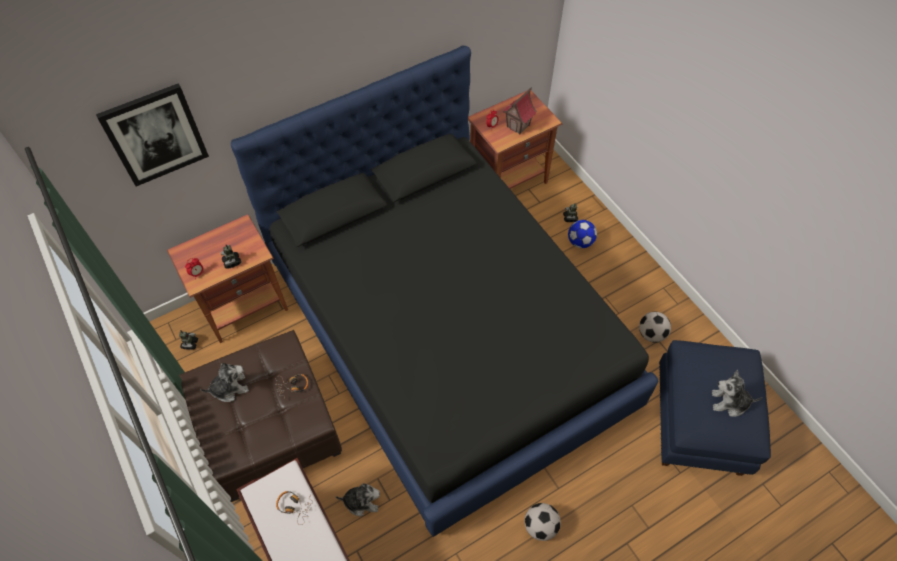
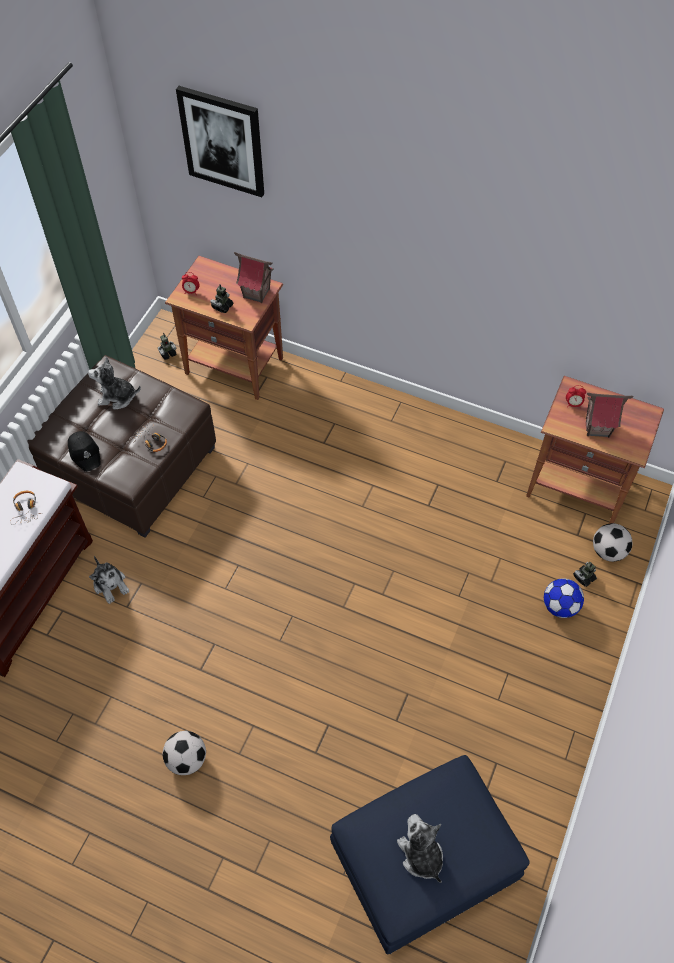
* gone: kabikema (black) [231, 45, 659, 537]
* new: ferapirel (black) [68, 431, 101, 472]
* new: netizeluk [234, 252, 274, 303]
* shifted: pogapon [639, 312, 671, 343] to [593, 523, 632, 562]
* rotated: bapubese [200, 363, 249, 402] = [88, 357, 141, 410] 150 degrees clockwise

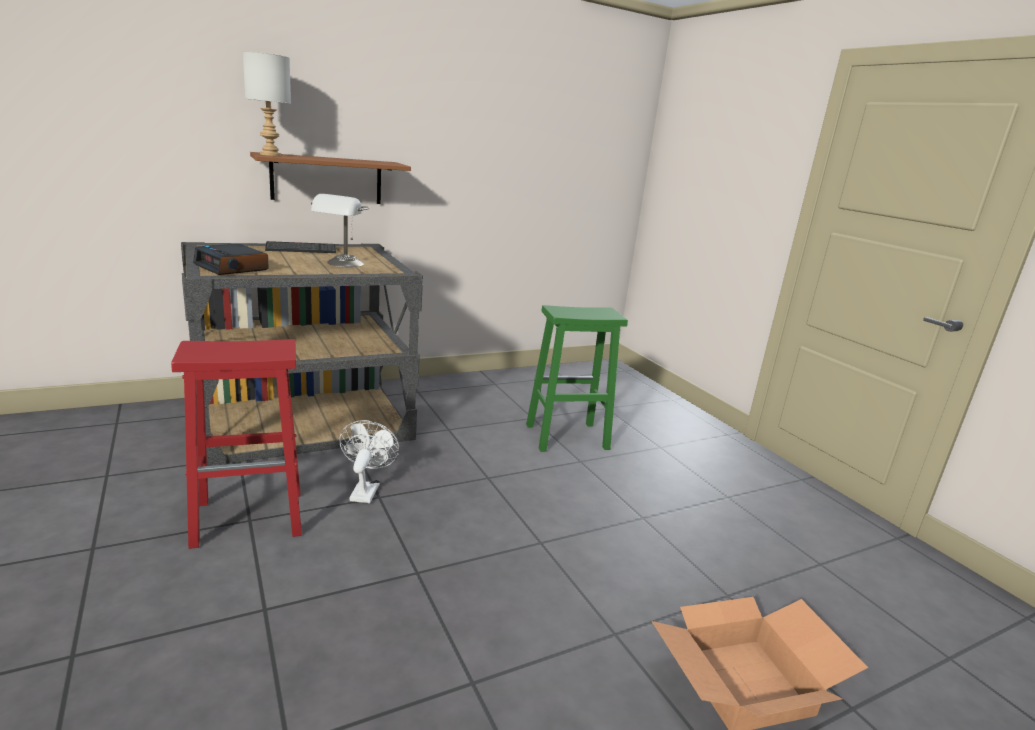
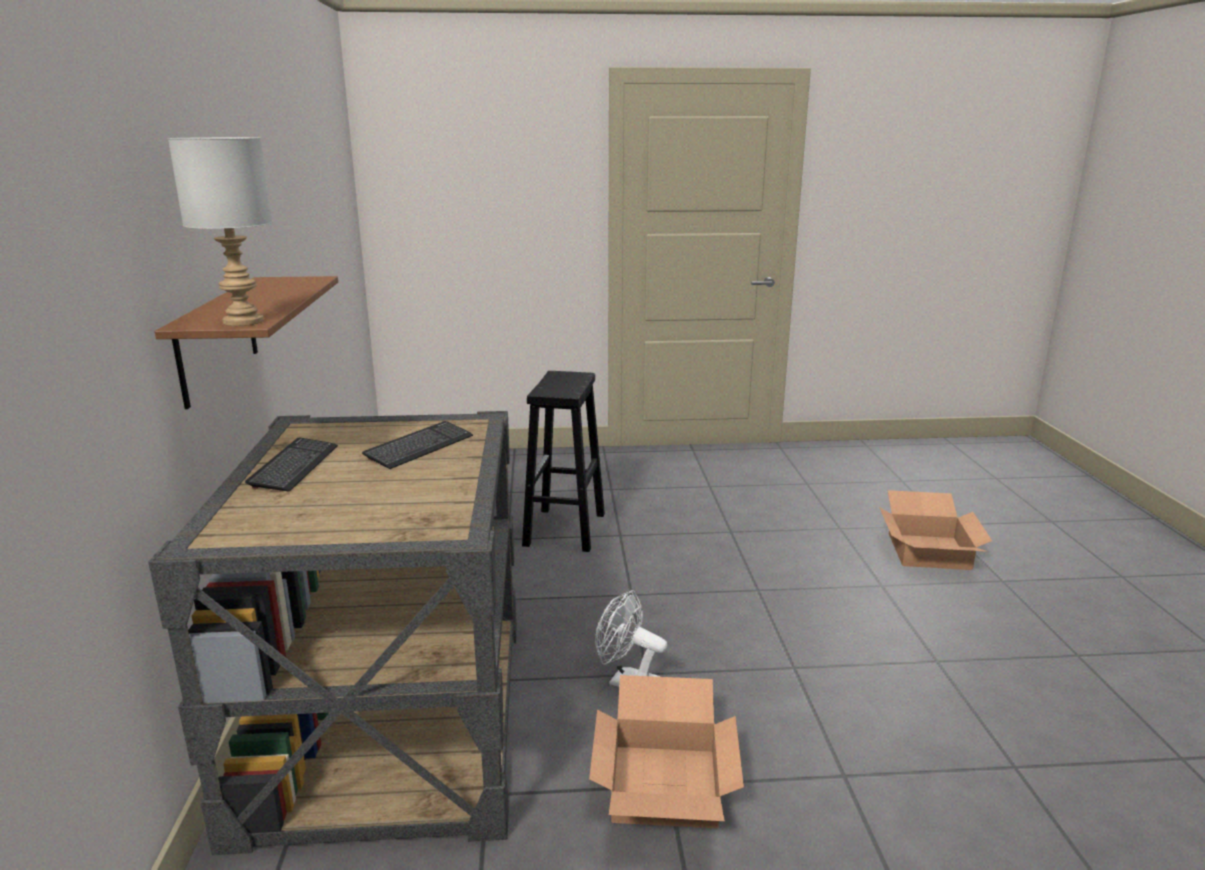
* gone: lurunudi [193, 244, 269, 275]
* swapped: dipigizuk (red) [171, 339, 302, 549] to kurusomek [589, 675, 744, 828]
* swapped: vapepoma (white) [311, 194, 370, 267] to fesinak [362, 421, 473, 469]
* repainted: dipigizuk (green) [526, 305, 628, 452] to dipigizuk (black) [522, 371, 605, 552]

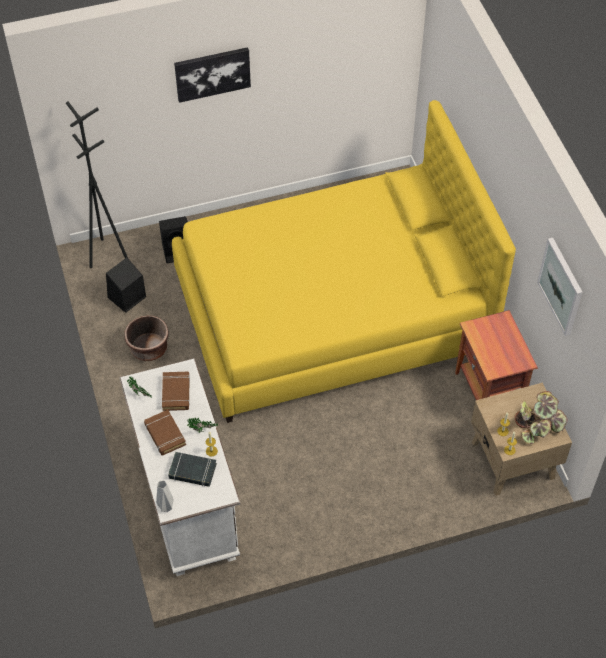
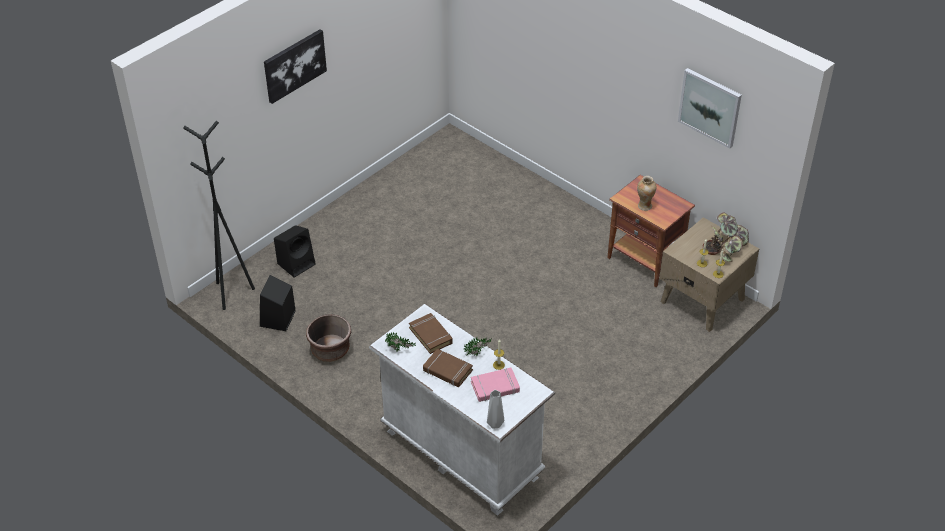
* gone: kabikema (yellow) [172, 100, 516, 423]
* new: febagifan [637, 176, 656, 211]
* repainted: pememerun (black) [168, 452, 217, 487] to pememerun (pink) [471, 367, 520, 402]

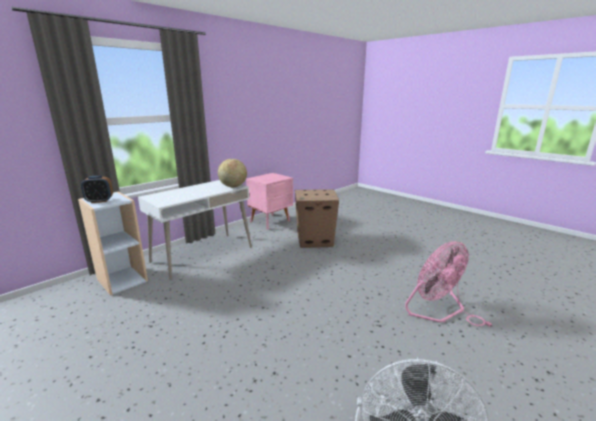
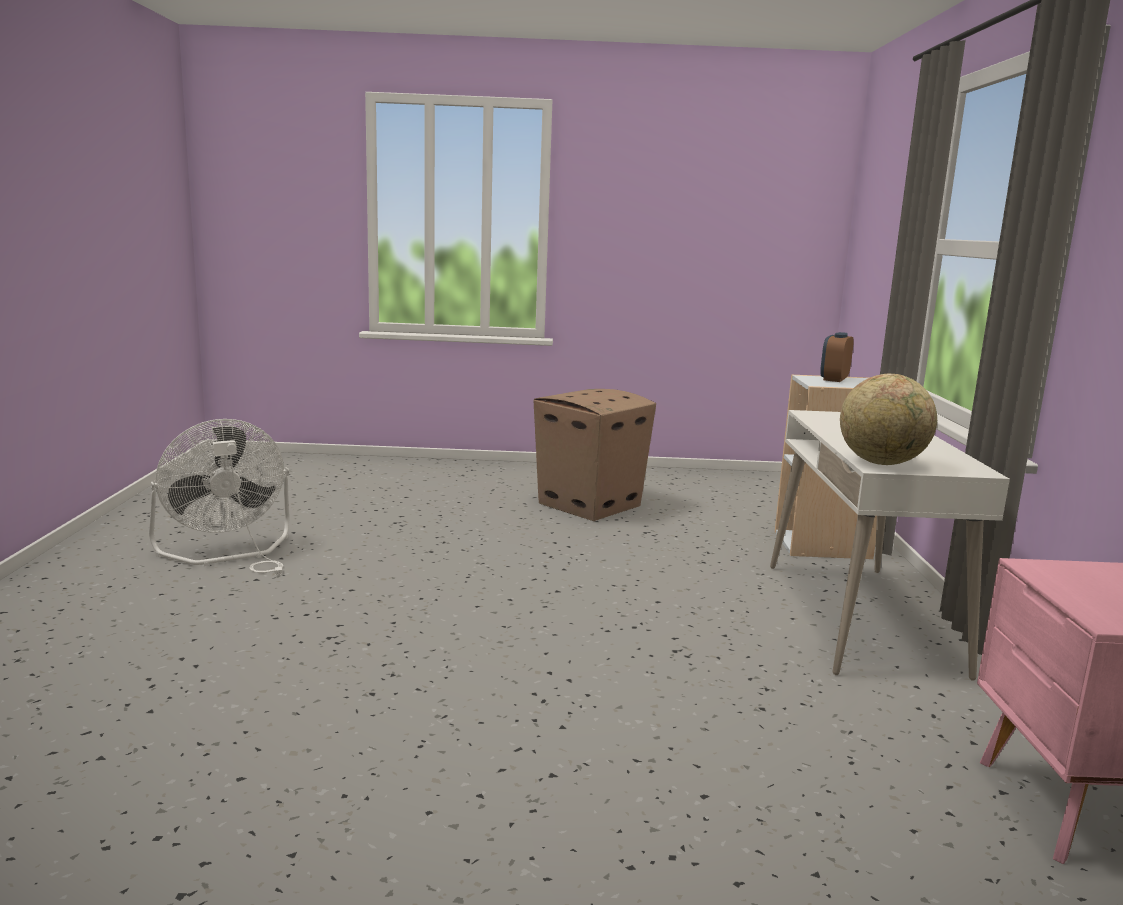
* gone: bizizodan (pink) [405, 242, 492, 327]
* shifted: kurusomek [295, 189, 339, 248] to [533, 389, 656, 521]

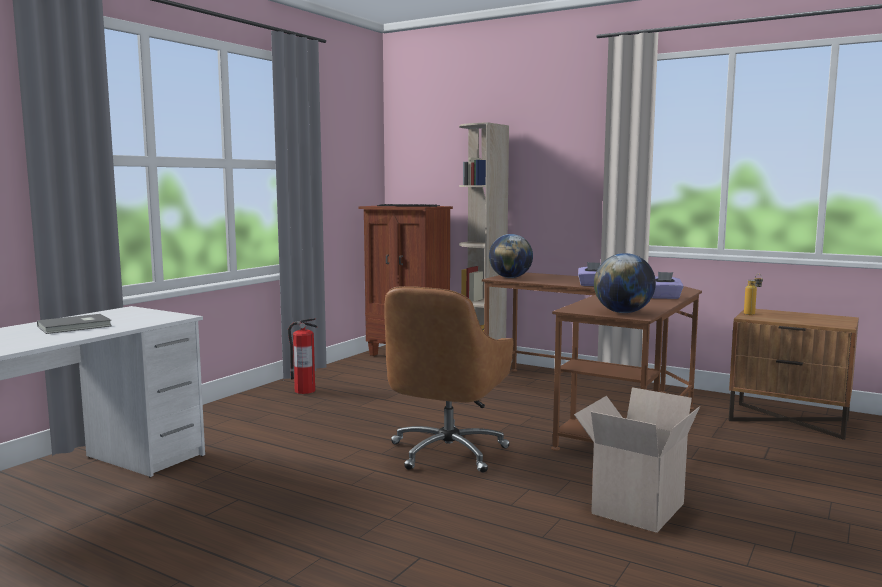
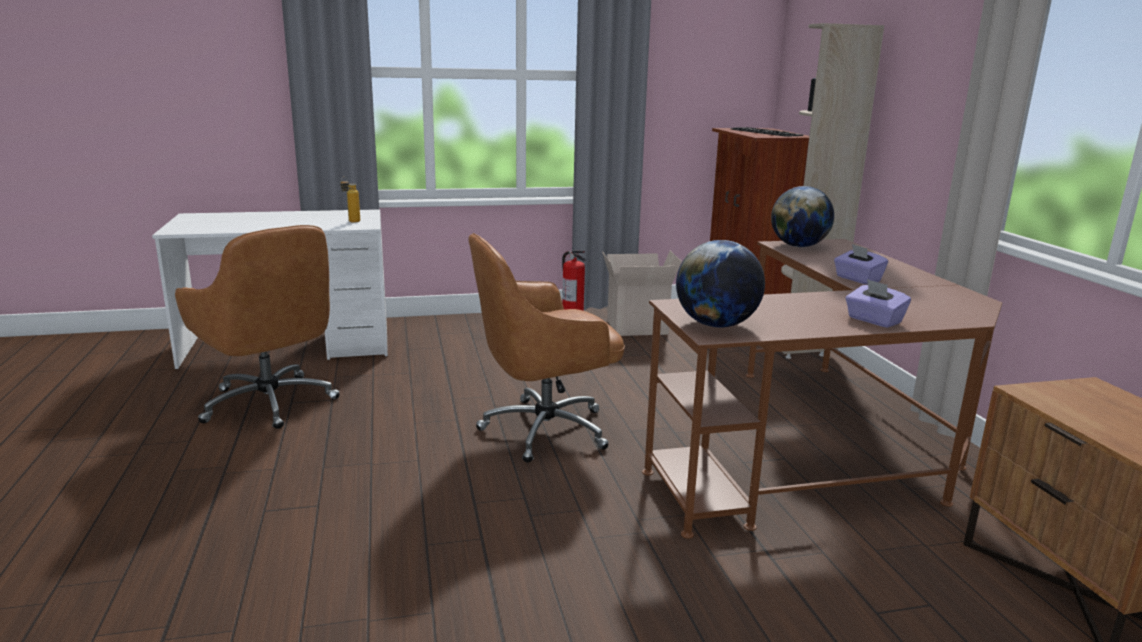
* gone: pememerun (grey) [37, 314, 112, 334]
* new: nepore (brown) [175, 225, 339, 429]
* shifted: kurusomek [574, 387, 700, 533] to [602, 251, 682, 336]
* shifted: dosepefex [744, 274, 763, 315] to [340, 177, 360, 223]

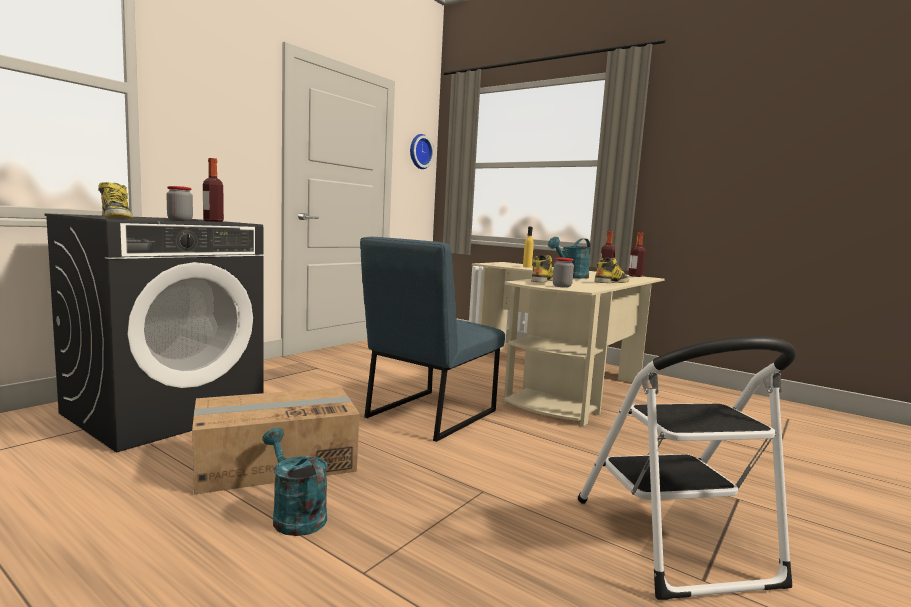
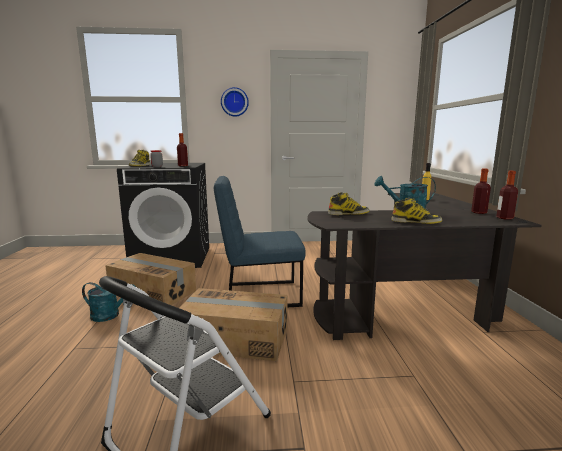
* gone: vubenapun [553, 258, 574, 288]
* new: kurusomek [180, 288, 288, 361]
* shifted: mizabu [410, 134, 434, 169] to [221, 87, 249, 117]
* repainted: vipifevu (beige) [472, 262, 664, 427] to vipifevu (black) [307, 193, 542, 340]
* rotated: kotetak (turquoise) [262, 428, 328, 536] = [82, 282, 136, 322] 90 degrees clockwise

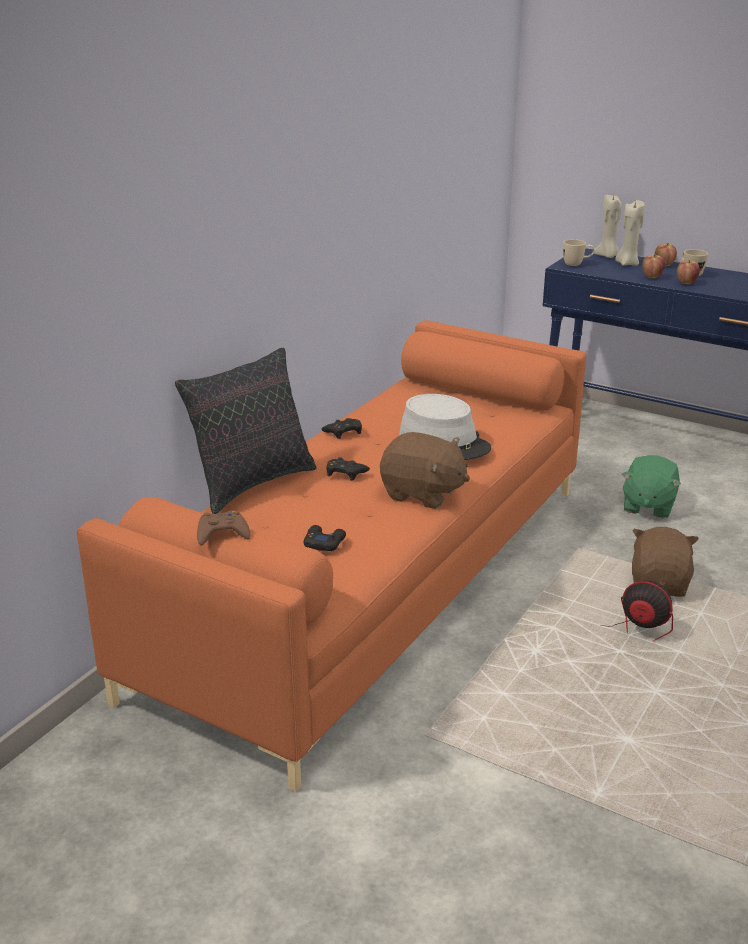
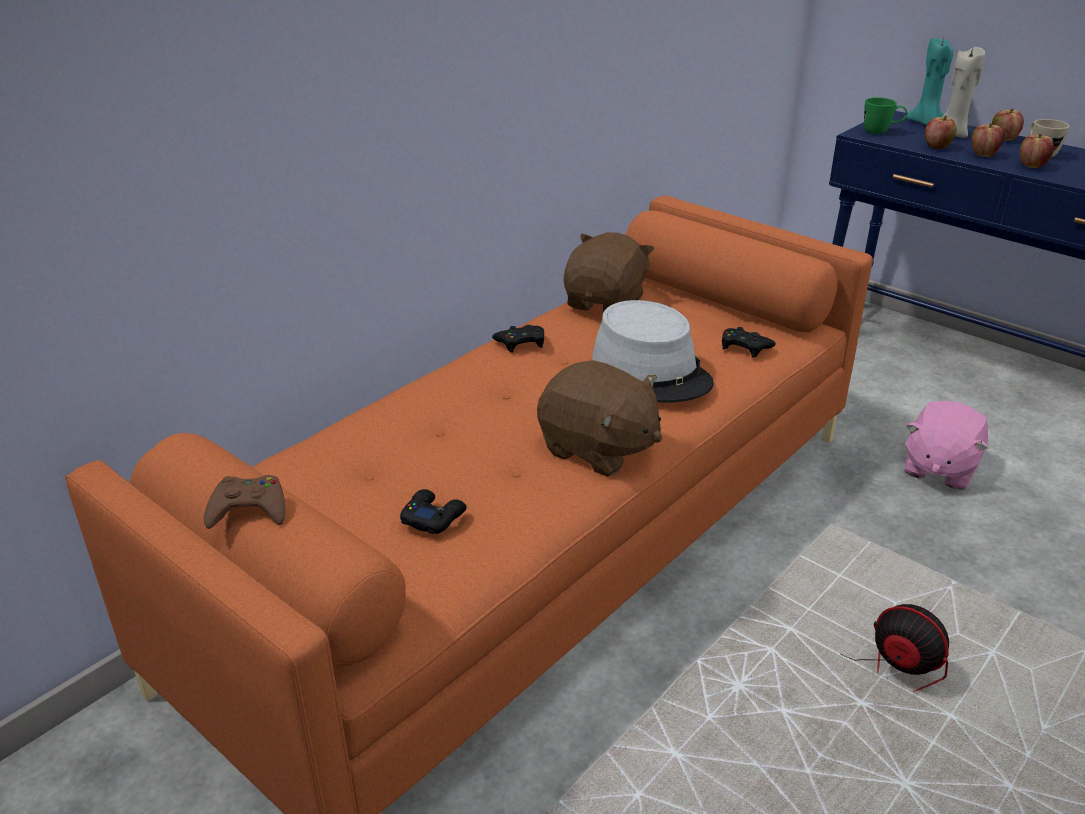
* gone: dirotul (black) [175, 348, 317, 514]
* new: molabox [925, 116, 957, 149]
* shifted: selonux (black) [326, 457, 370, 481] to [722, 327, 776, 358]
* shifted: bapubese (brown) [632, 527, 699, 597] to [563, 232, 654, 312]
* repainted: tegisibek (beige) [563, 239, 595, 266] to tegisibek (green) [864, 97, 908, 134]
* repainted: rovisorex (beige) [594, 195, 622, 258] to rovisorex (turquoise) [906, 38, 953, 125]
* repainted: bapubese (green) [621, 455, 681, 518] to bapubese (pink) [904, 401, 989, 490]

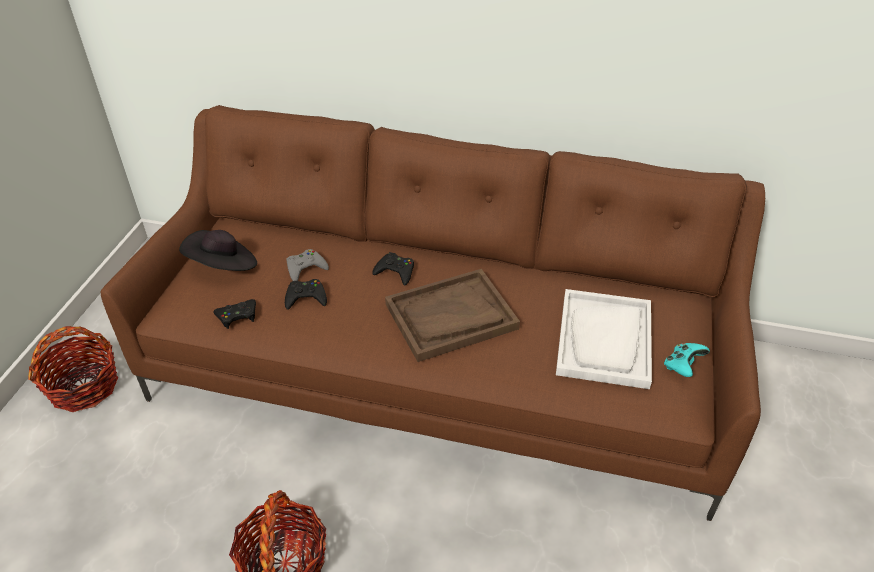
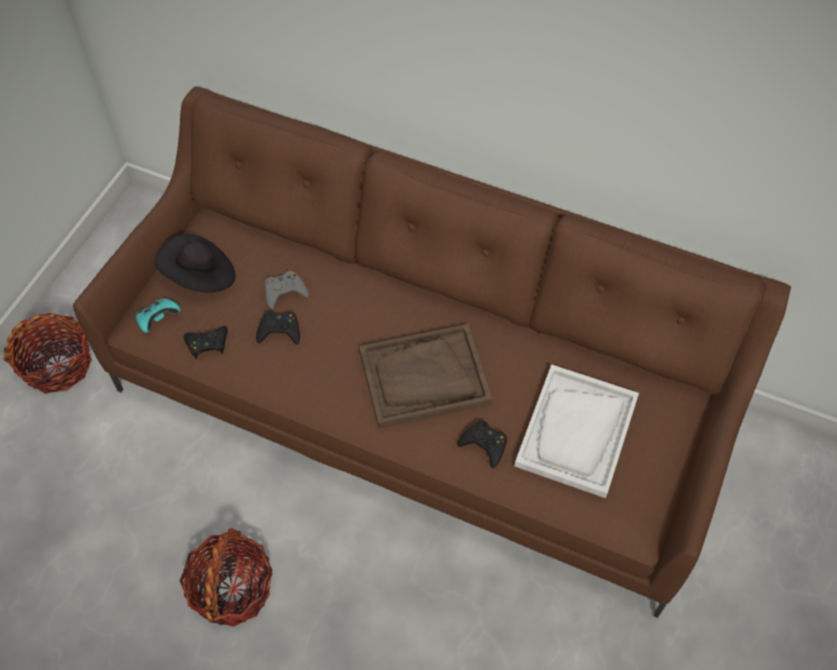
* shifted: selonux (black) [372, 252, 414, 286] to [457, 420, 507, 469]
* shifted: selonux (turquoise) [664, 343, 710, 377] to [136, 298, 181, 333]

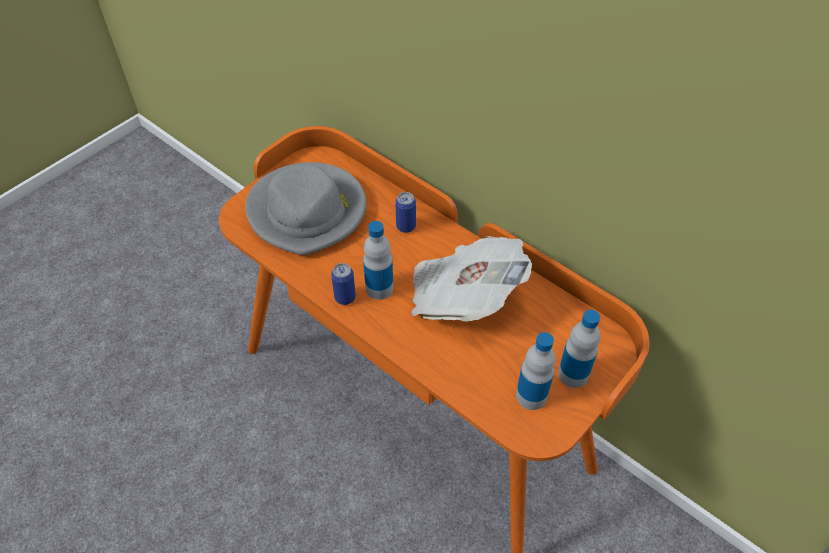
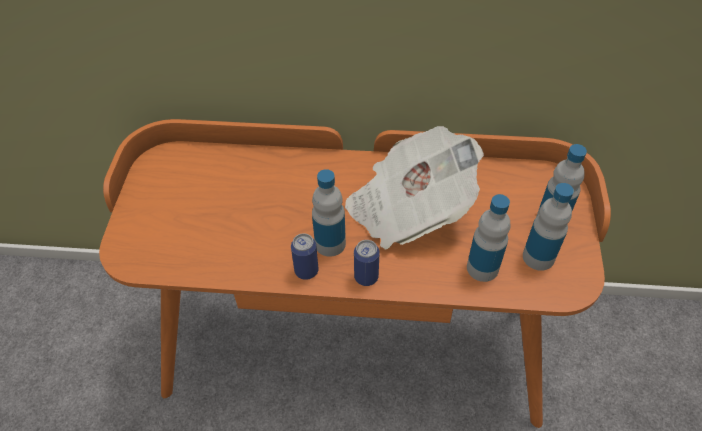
* gone: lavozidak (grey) [245, 162, 366, 255]
* new: dosepefex [467, 194, 510, 282]
* shifted: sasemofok [395, 192, 416, 233] to [354, 240, 380, 286]

